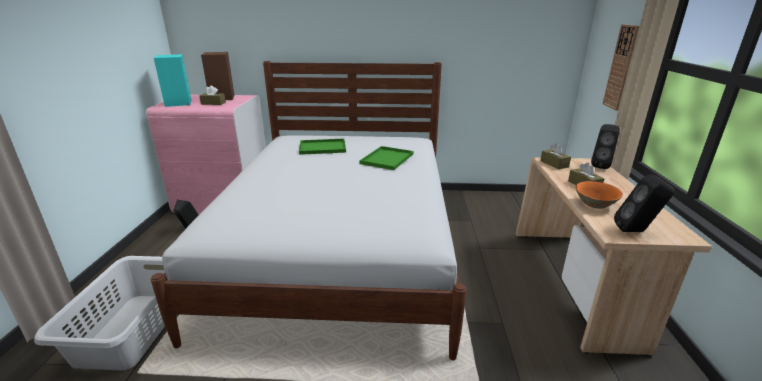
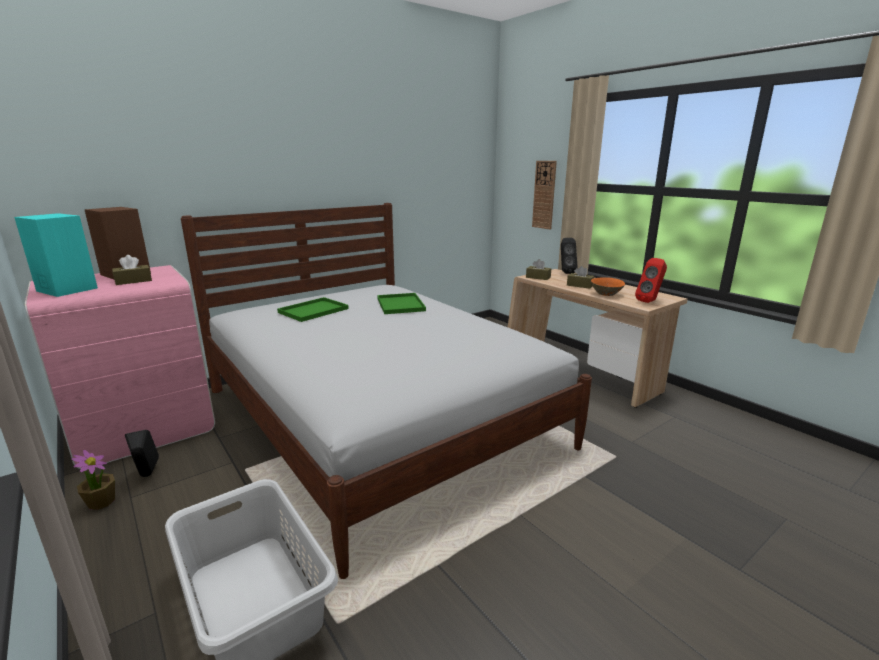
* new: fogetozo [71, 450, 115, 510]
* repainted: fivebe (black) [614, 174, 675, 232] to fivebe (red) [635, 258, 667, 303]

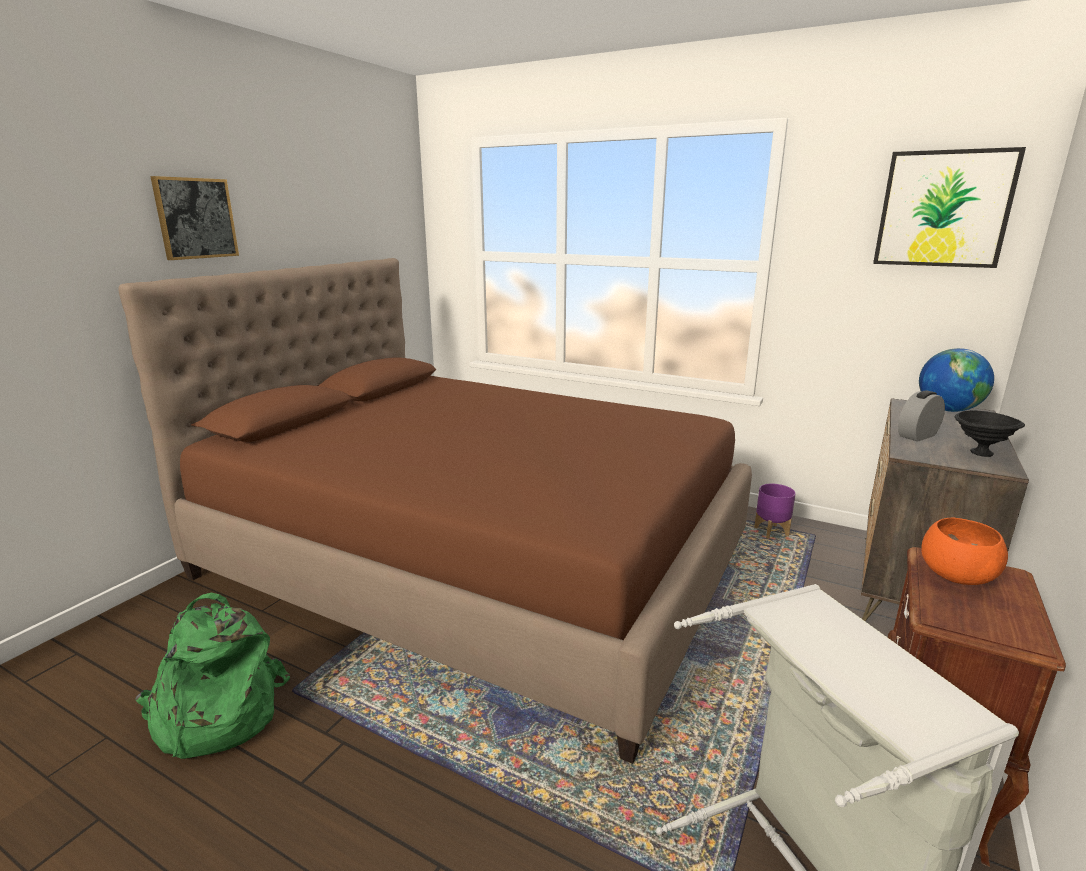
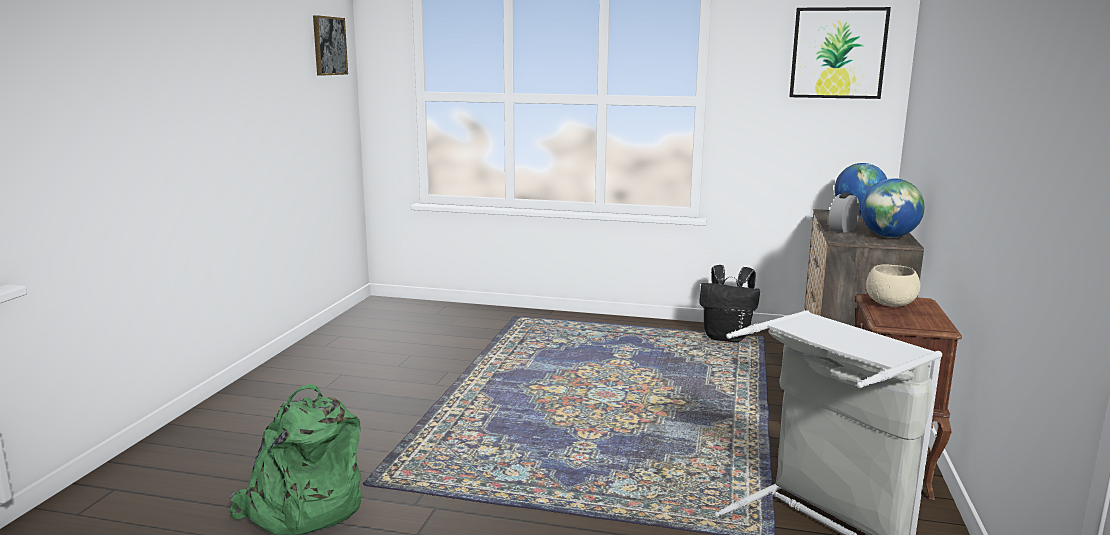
* gone: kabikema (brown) [118, 258, 752, 764]
* shifted: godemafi [150, 176, 239, 260] to [313, 15, 348, 76]
* swapped: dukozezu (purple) [754, 484, 796, 539] to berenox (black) [700, 265, 760, 342]
* swapped: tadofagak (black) [955, 411, 1025, 457] to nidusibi [861, 178, 925, 237]
* repainted: tadofagak (orange) [921, 518, 1008, 585] to tadofagak (beige) [866, 264, 920, 307]

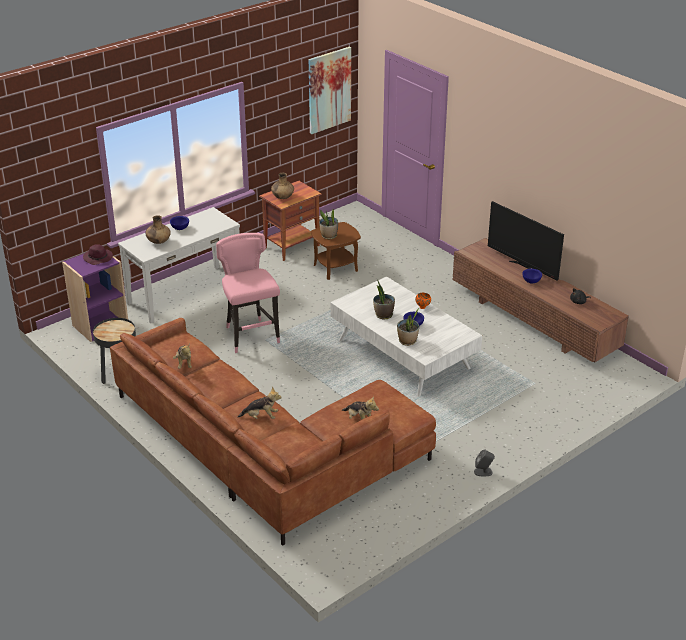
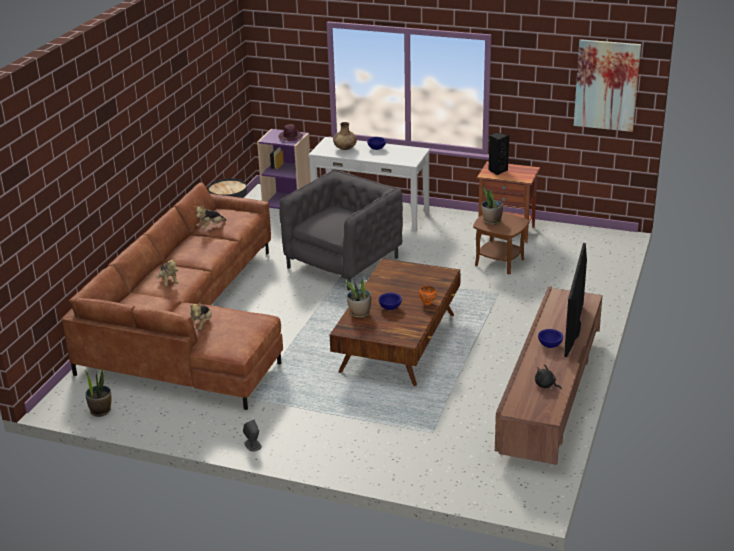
* shifted: fogetozo [373, 279, 395, 320] to [85, 368, 112, 417]
* swapped: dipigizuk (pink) [216, 233, 280, 353] to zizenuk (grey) [279, 169, 403, 291]
* swapped: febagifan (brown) [271, 173, 294, 199] to fivebe (black) [488, 132, 510, 175]
* repainted: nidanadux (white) [331, 276, 482, 397] to nidanadux (brown) [330, 258, 461, 386]

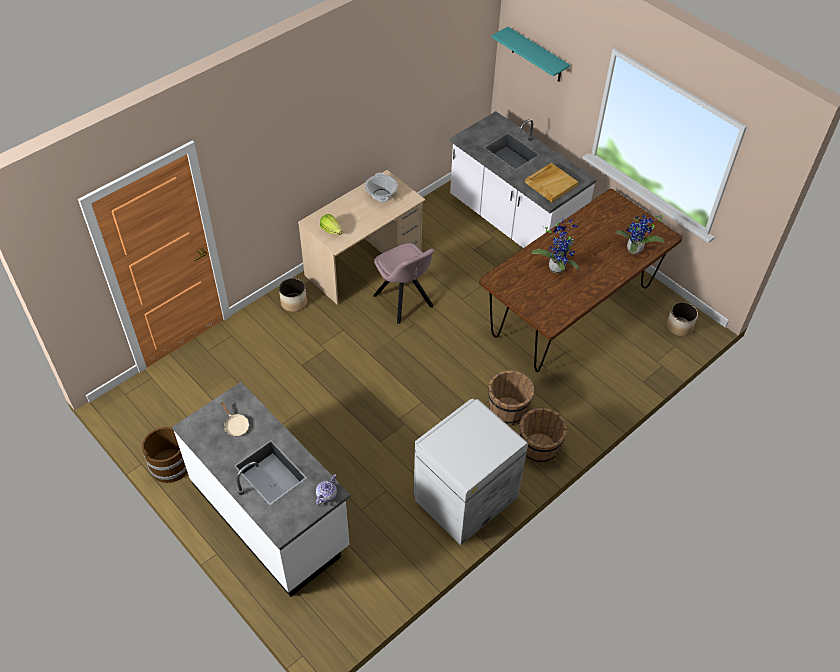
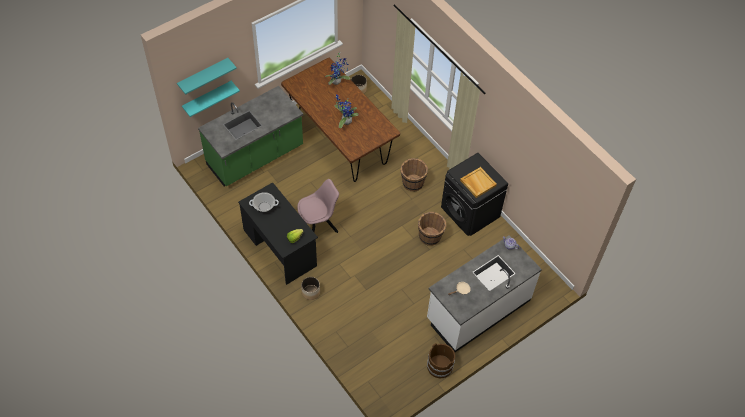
* new: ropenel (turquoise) [182, 81, 240, 117]
* shifted: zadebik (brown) [519, 407, 567, 464] to [418, 212, 446, 246]
* shifted: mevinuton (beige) [525, 163, 578, 202] to [460, 167, 497, 198]
* repainted: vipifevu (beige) [298, 170, 425, 305] to vipifevu (black) [238, 182, 318, 285]
* repainted: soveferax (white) [414, 399, 528, 546] to soveferax (black) [441, 153, 508, 236]
* repainted: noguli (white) [450, 111, 597, 248] to noguli (green) [198, 86, 303, 186]

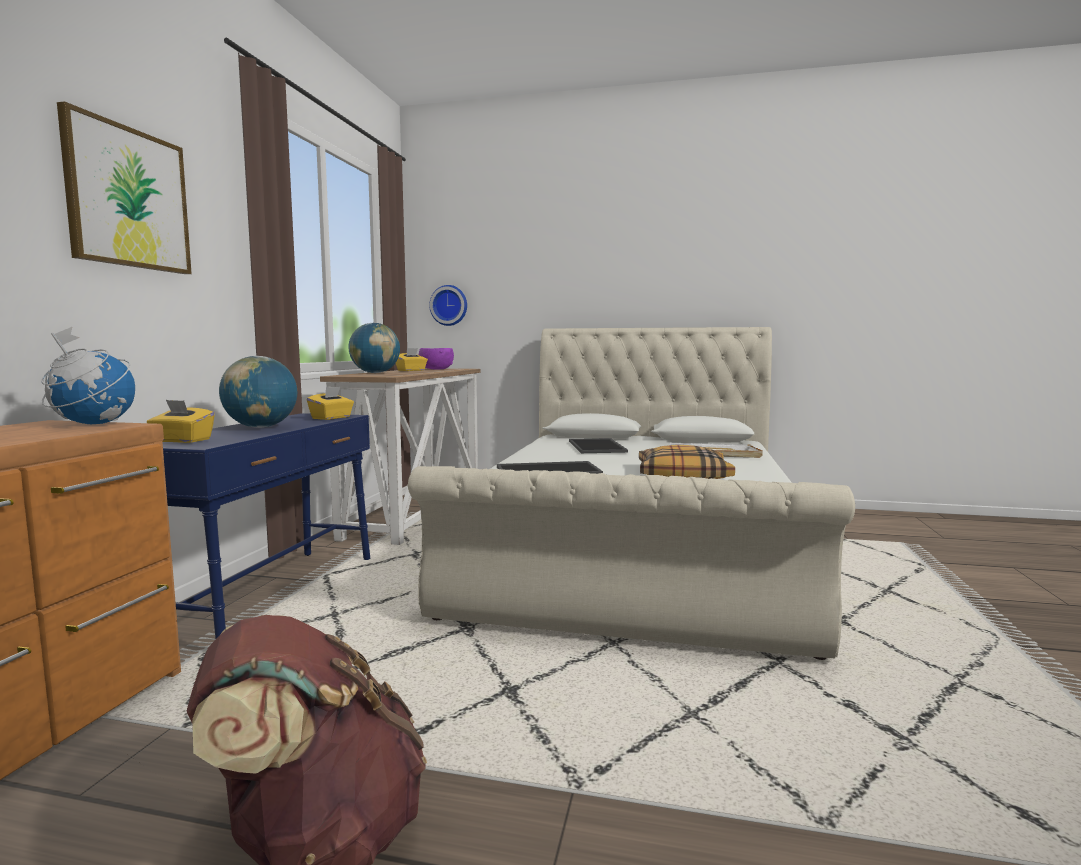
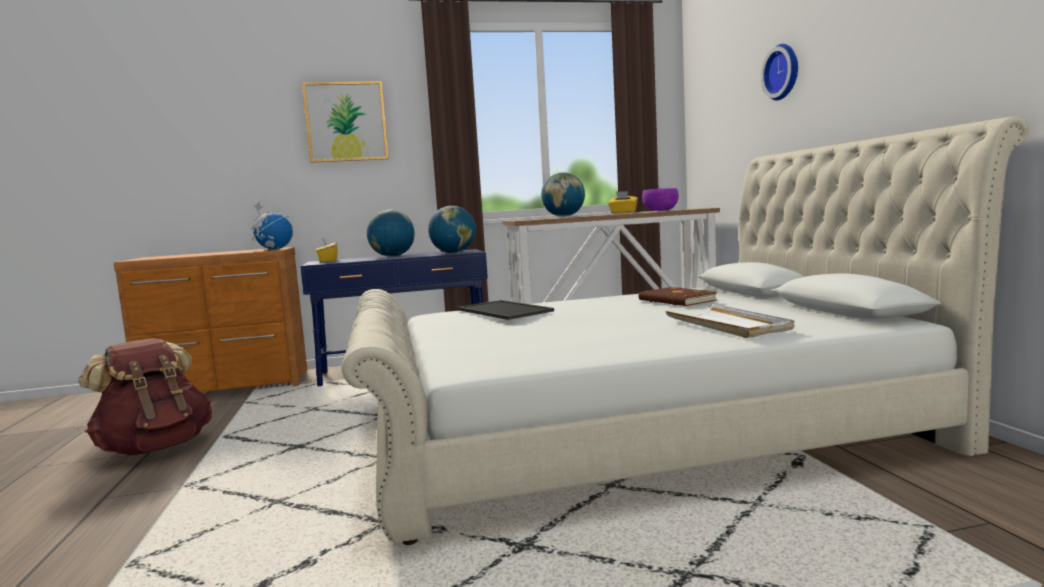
* gone: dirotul [639, 445, 735, 479]
* shifted: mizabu [429, 285, 467, 326] to [761, 44, 798, 100]
* swapped: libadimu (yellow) [307, 387, 354, 420] to nidusibi [428, 206, 476, 253]
* swapped: mevinuton [569, 438, 628, 453] to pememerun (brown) [639, 287, 717, 306]

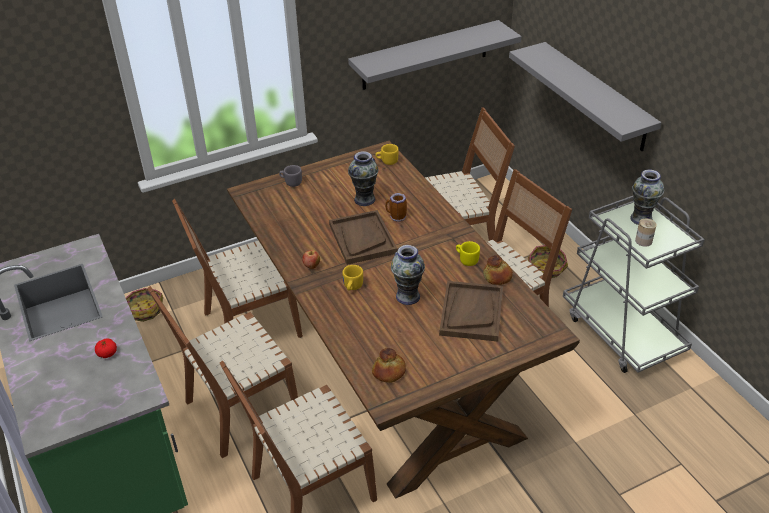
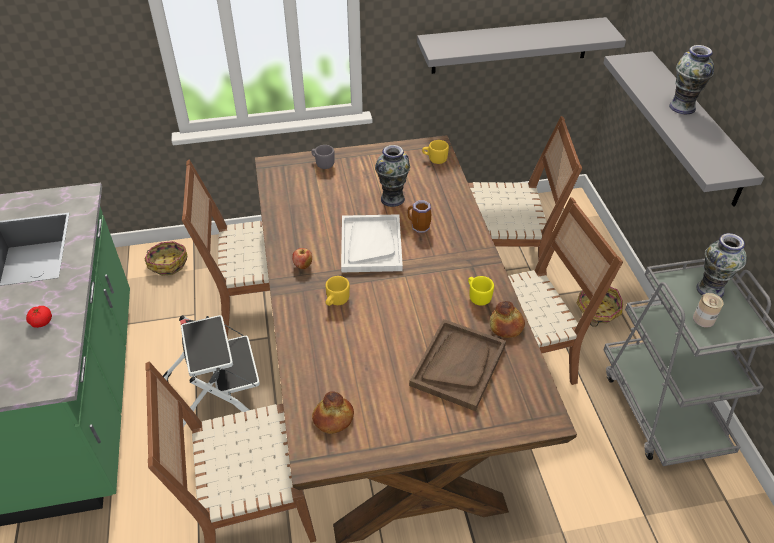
* shifted: febagifan [391, 245, 425, 305] to [669, 45, 714, 114]
* swapped: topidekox [147, 286, 298, 458] to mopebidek [163, 315, 260, 428]
* repainted: mevinuton (brown) [329, 210, 397, 265] to mevinuton (white) [341, 214, 403, 272]

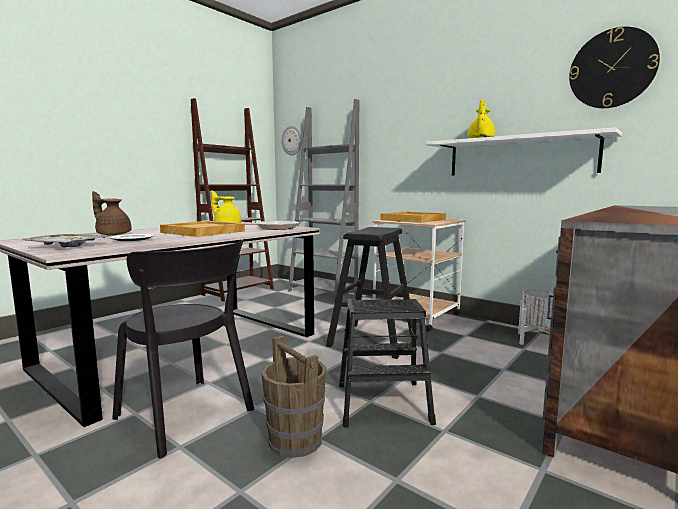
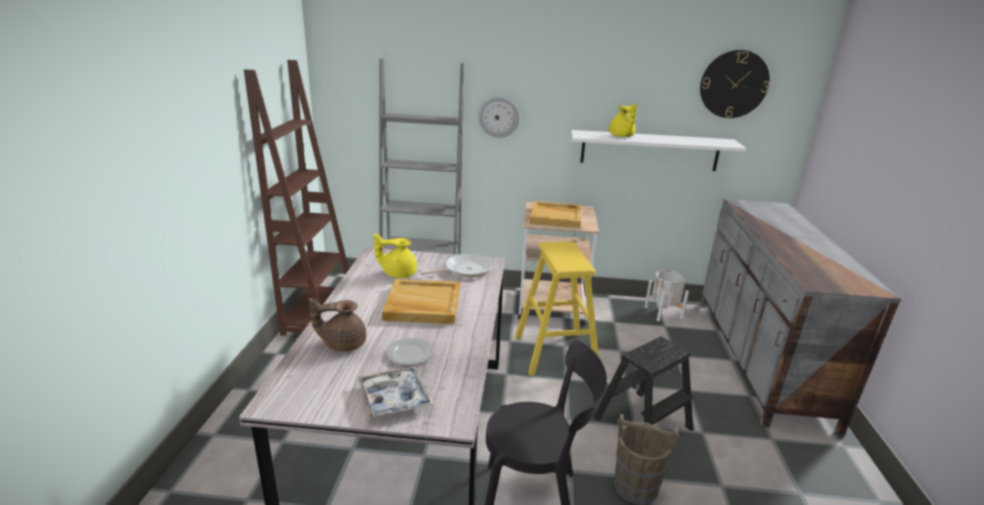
* shifted: mizabu [282, 125, 302, 155] to [479, 97, 519, 138]
* repainted: dipigizuk (black) [326, 227, 411, 359] to dipigizuk (yellow) [515, 241, 599, 376]

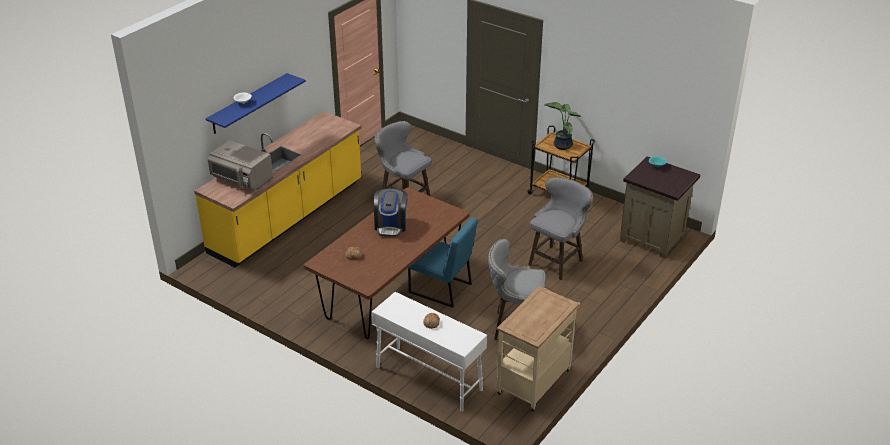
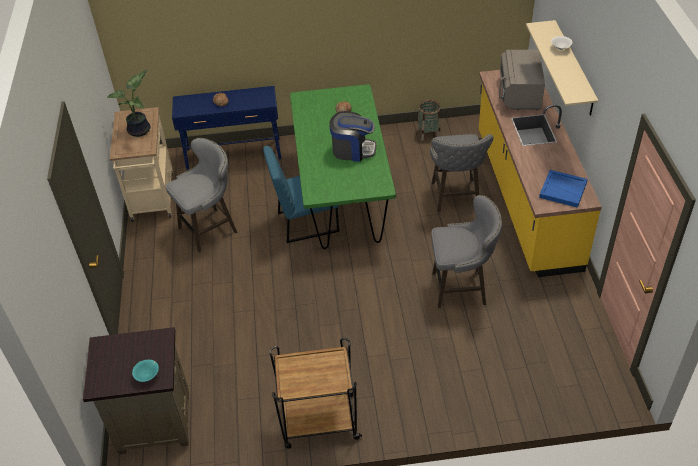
* new: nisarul [417, 99, 441, 141]
* new: mevinuton (blue) [539, 170, 588, 208]
* shifted: dipigizuk (grey) [528, 177, 593, 280] to [430, 134, 494, 212]
* shifted: fogetozo [545, 102, 582, 150] to [107, 70, 151, 137]
* repainted: ropenel (blue) [206, 73, 306, 134] to ropenel (beige) [526, 20, 598, 116]
* repainted: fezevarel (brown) [304, 187, 469, 339] to fezevarel (green) [290, 84, 396, 249]
* repainted: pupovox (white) [371, 292, 487, 412] to pupovox (blue) [172, 86, 281, 170]
* rotated: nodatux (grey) [208, 140, 273, 191] = [499, 50, 545, 111] 75 degrees counterclockwise
* rotated: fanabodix [374, 188, 408, 237] = [330, 111, 376, 162] 135 degrees clockwise

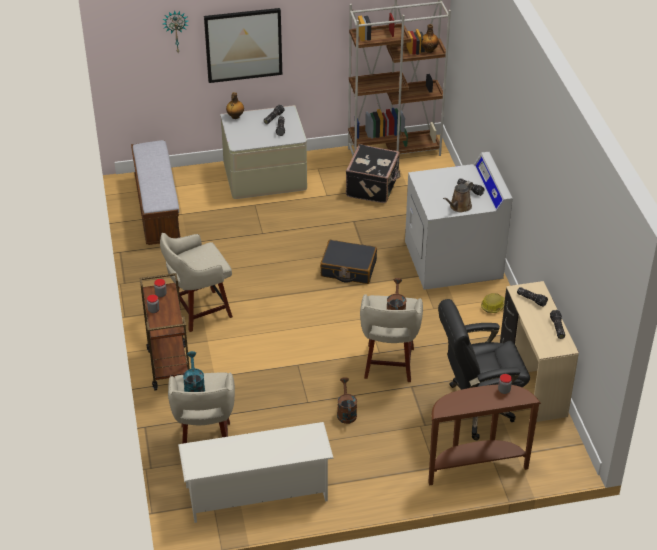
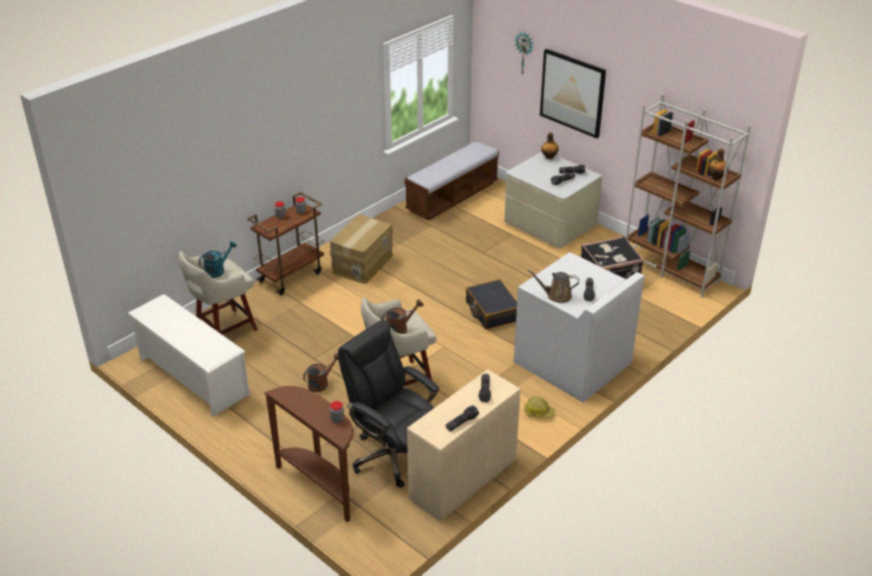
* swapped: dipigizuk (beige) [160, 233, 233, 332] to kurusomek [330, 214, 393, 284]

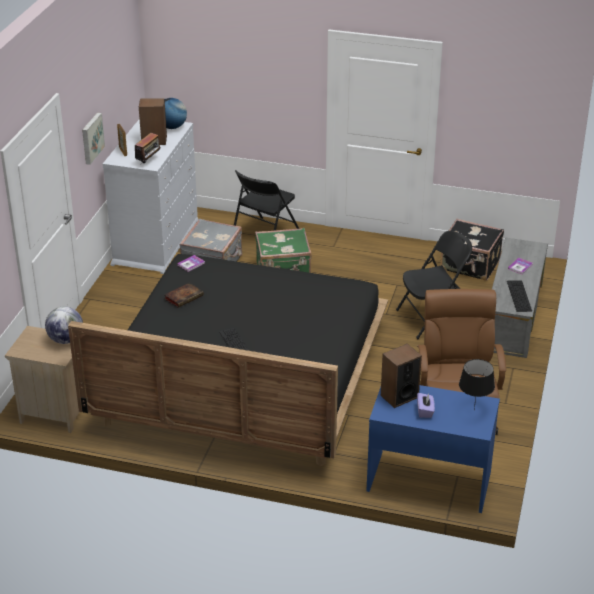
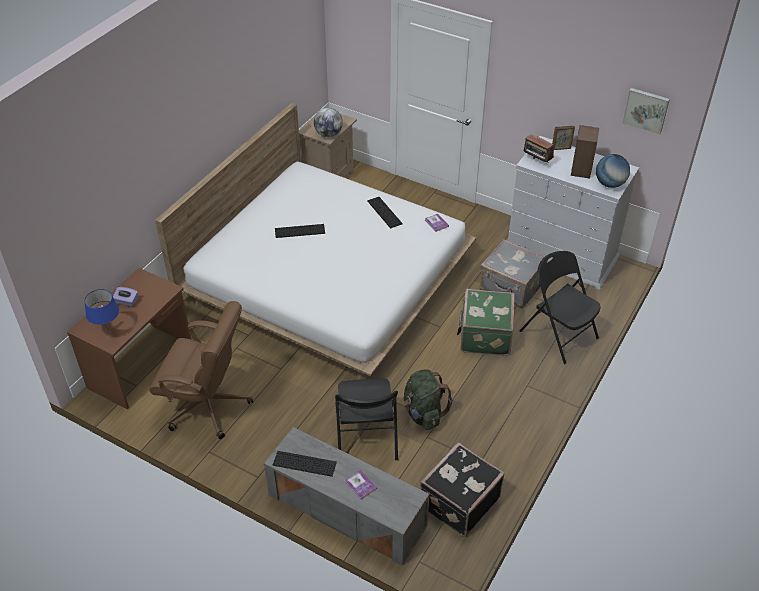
* gone: fivebe [381, 344, 422, 408]
* new: berenox (green) [403, 369, 453, 430]
* shifted: godemafi [82, 112, 105, 165] to [622, 88, 670, 135]
* swapped: pememerun [165, 283, 204, 308] to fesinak [367, 197, 403, 228]
* repainted: kabikema (black) [68, 254, 388, 466] to kabikema (white) [155, 103, 476, 380]
* repainted: vipifevu (blue) [366, 385, 500, 513] to vipifevu (brown) [67, 268, 192, 409]
* repainted: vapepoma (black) [459, 359, 495, 410] to vapepoma (blue) [84, 289, 119, 333]

